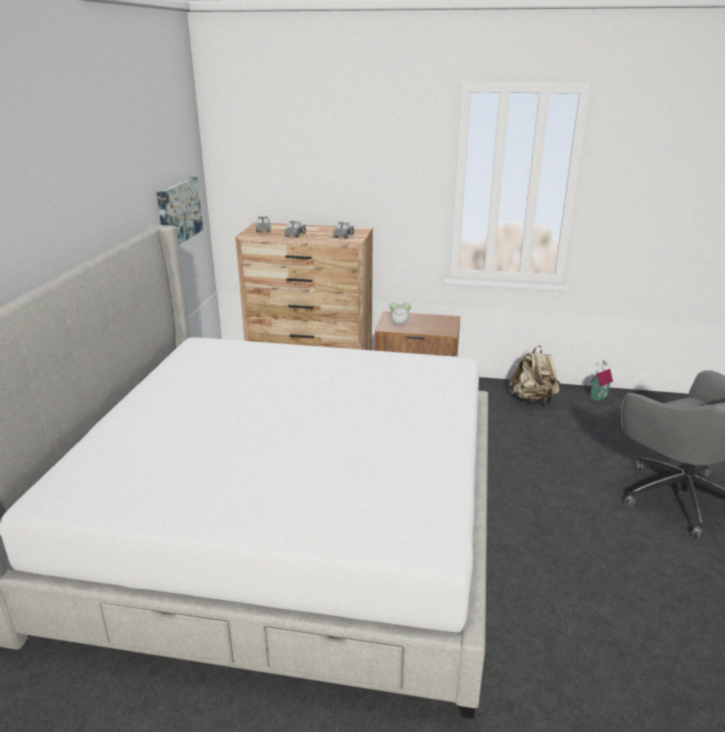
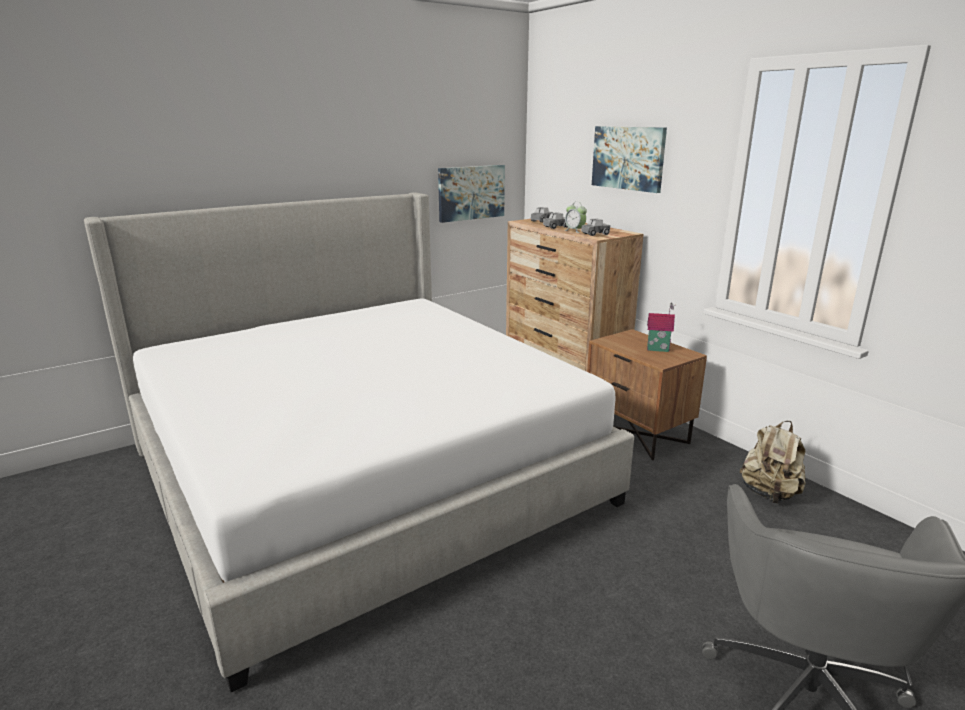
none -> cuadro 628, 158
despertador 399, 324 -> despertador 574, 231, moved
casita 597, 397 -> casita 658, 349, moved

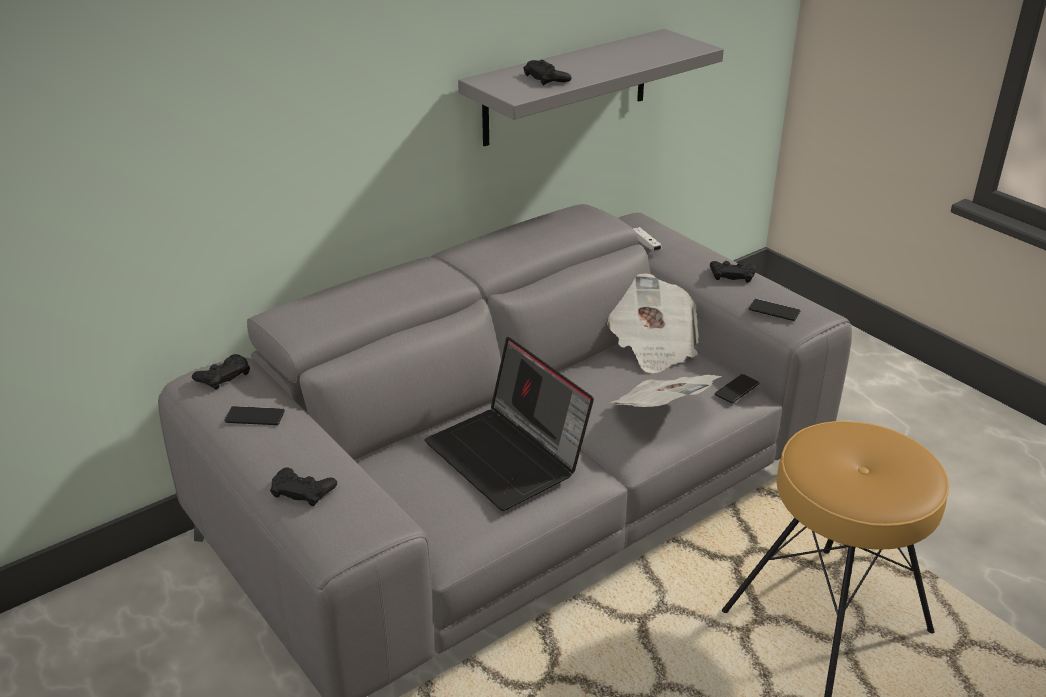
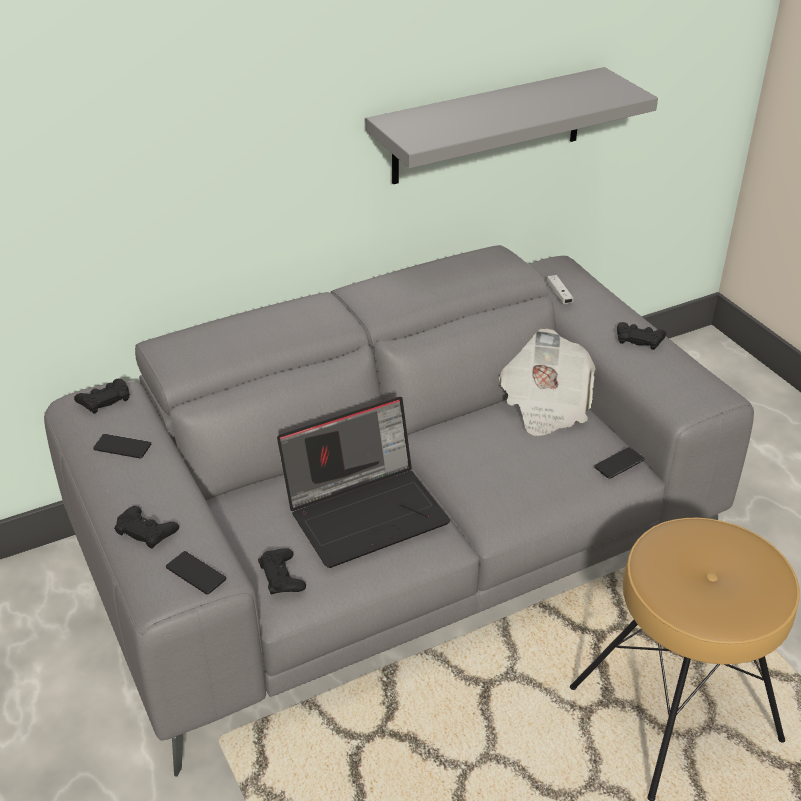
periódico 662, 412 -> none
mando de consola/negro 546, 78 -> mando de consola/negro 282, 576, moved
móvil 774, 310 -> móvil 196, 573, moved
portátil 509, 456 -> portátil 367, 511, 90 degrees counterclockwise

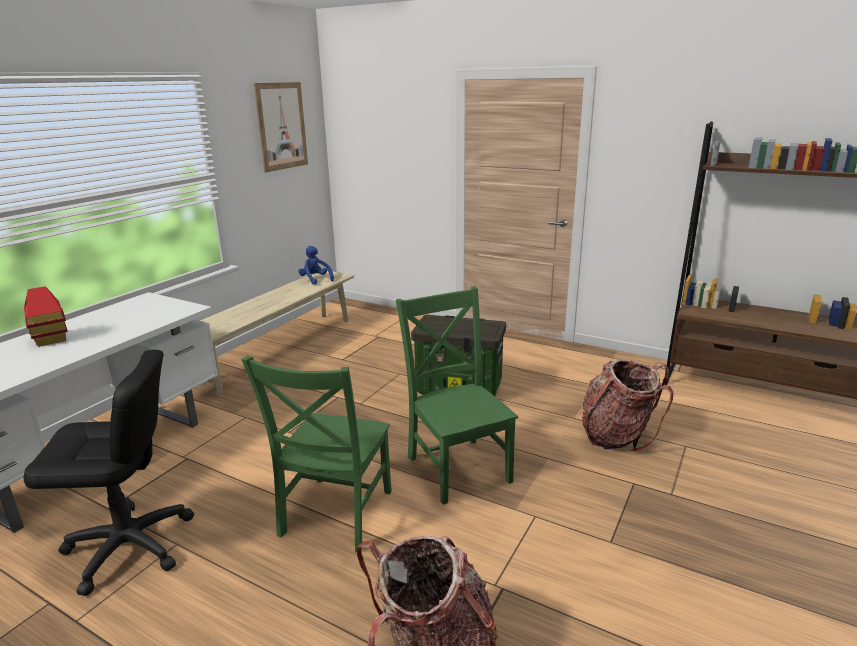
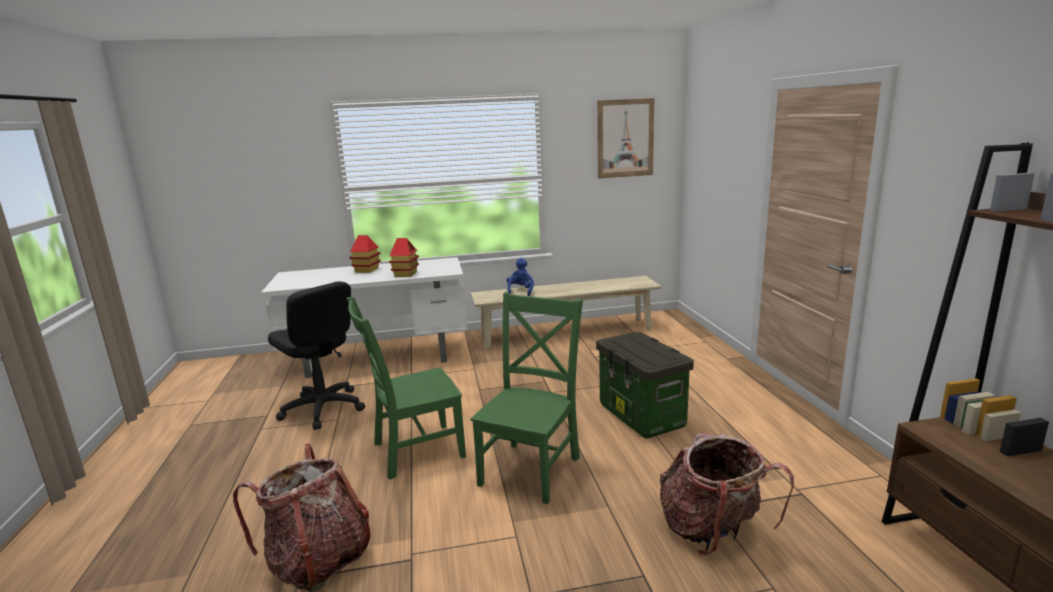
none -> casita 405, 274
peluche/azul 315, 280 -> peluche/azul 520, 291, moved

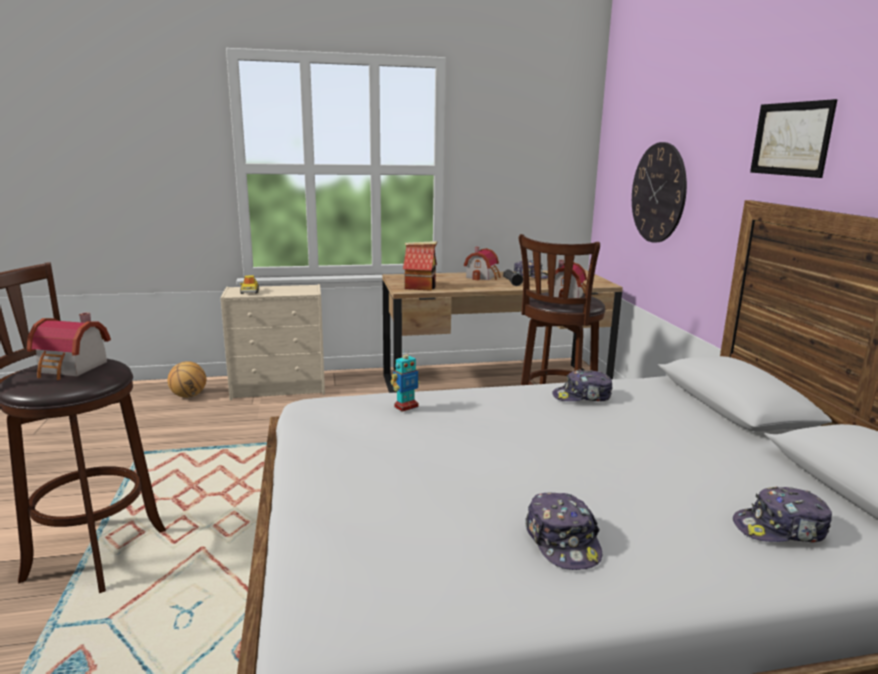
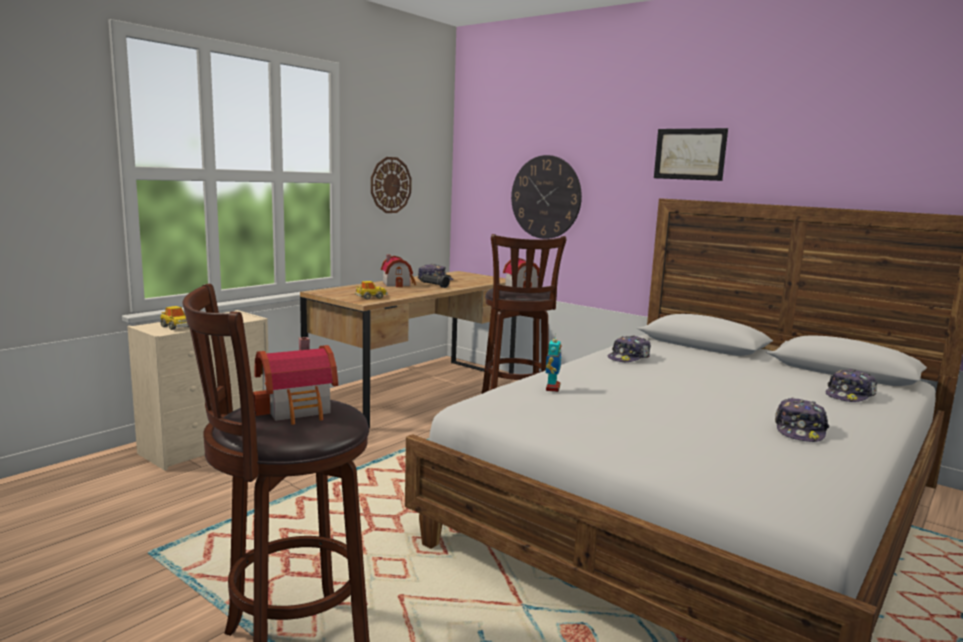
balón de baloncesto 188, 396 -> none
none -> reloj de pared 390, 185
casita 421, 287 -> coche de juguete 371, 297
gorra 562, 541 -> gorra 800, 430, 75 degrees clockwise

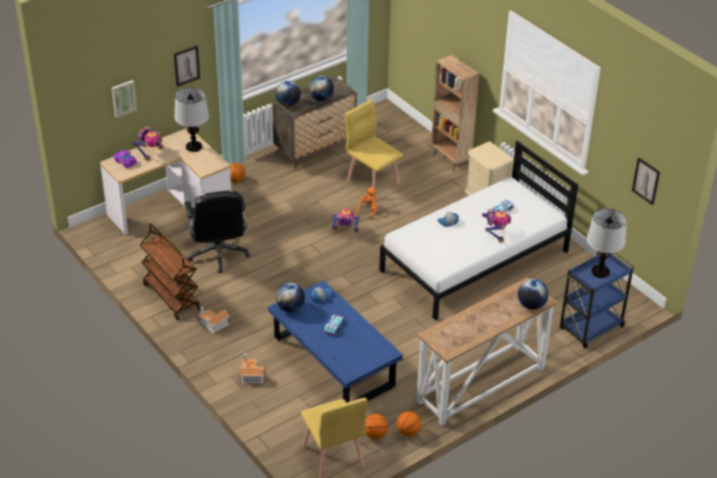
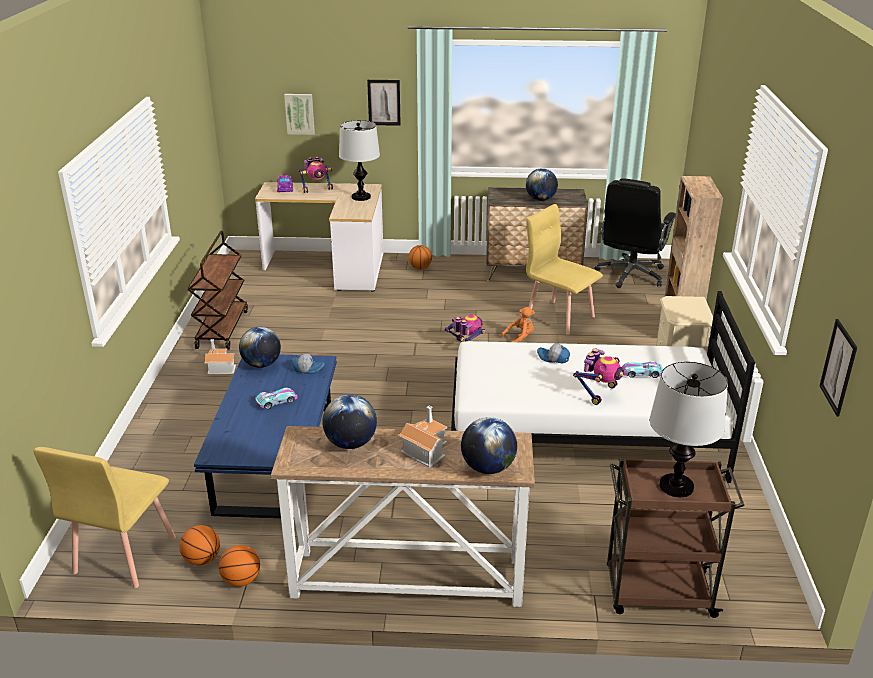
silla de oficina/negro 218, 254 -> silla de oficina/negro 630, 275, moved
casita 251, 375 -> casita 425, 449, moved
globo terráqueo 288, 104 -> globo terráqueo 350, 443, moved
carrito/azul 590, 328 -> carrito/marrón 657, 592
silla/amarillo 372, 181 -> silla/amarillo 559, 317, 45 degrees counterclockwise

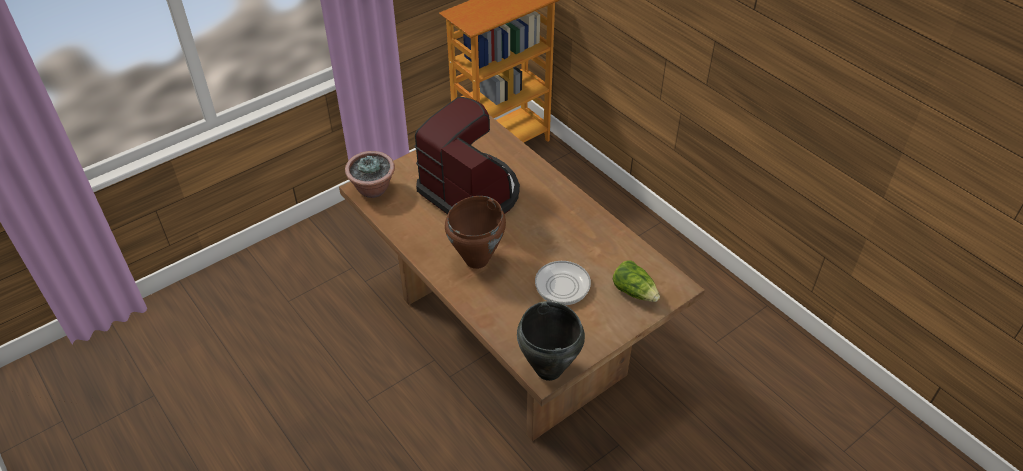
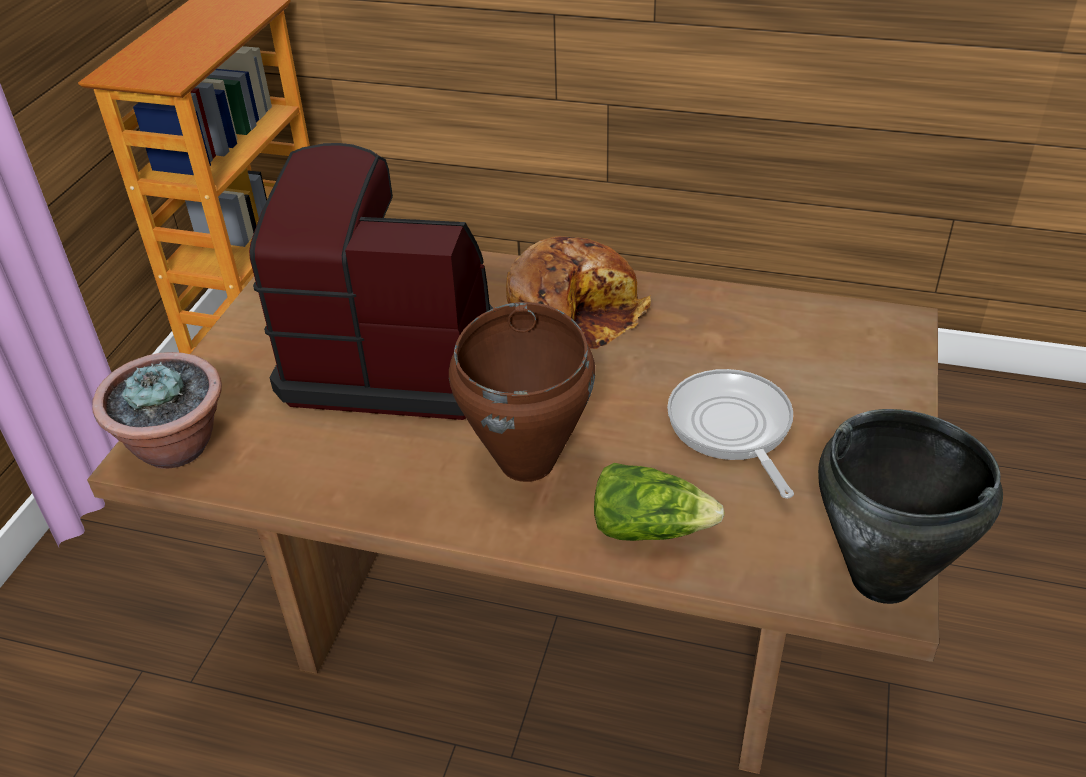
none -> pan 575, 311
lechuga 634, 291 -> lechuga 649, 528, moved

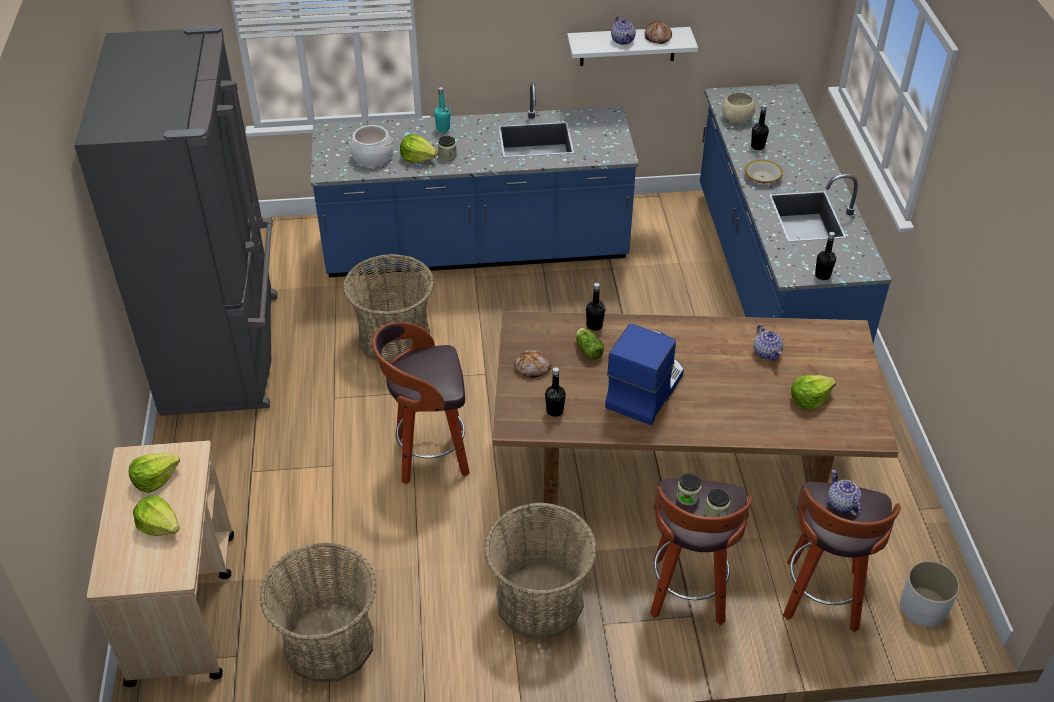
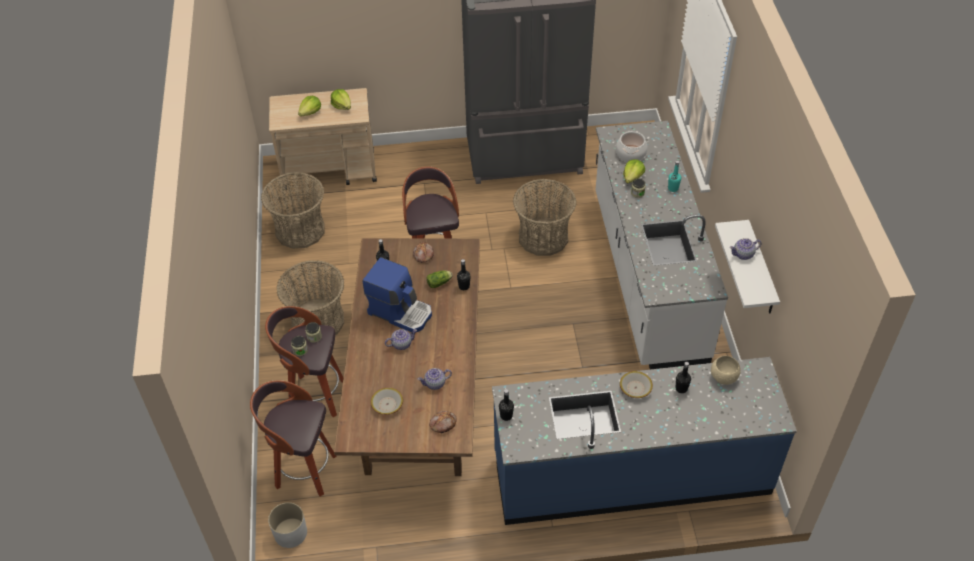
pan 657, 37 -> pan 442, 423, moved
tetera 842, 504 -> tetera 401, 344, moved
lechuga 809, 399 -> cuenco 387, 404
mueble bajo de cocina/azul 476, 249 -> mueble bajo de cocina/blanco 647, 276

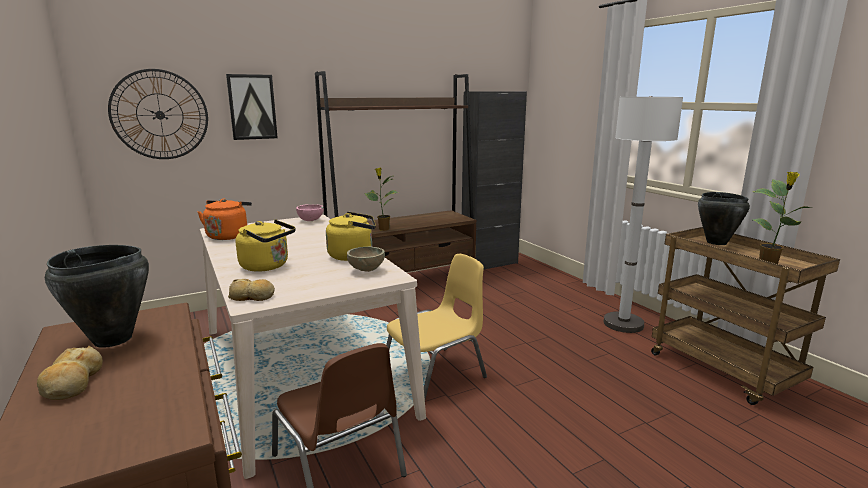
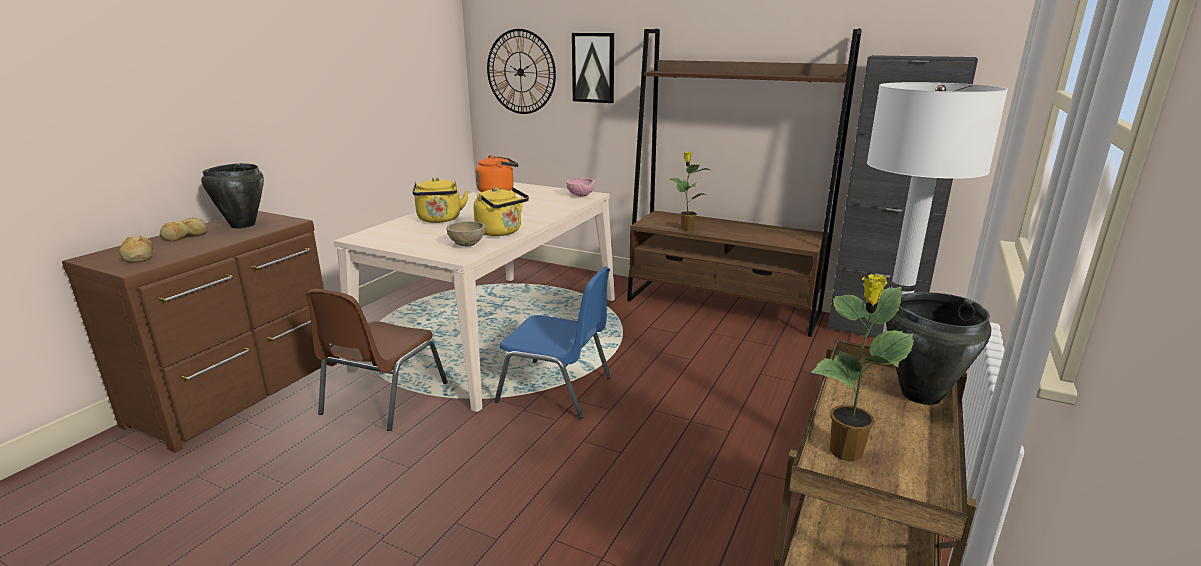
pan 252, 297 -> pan 138, 257, moved
silla/amarillo 435, 373 -> silla/azul 557, 390

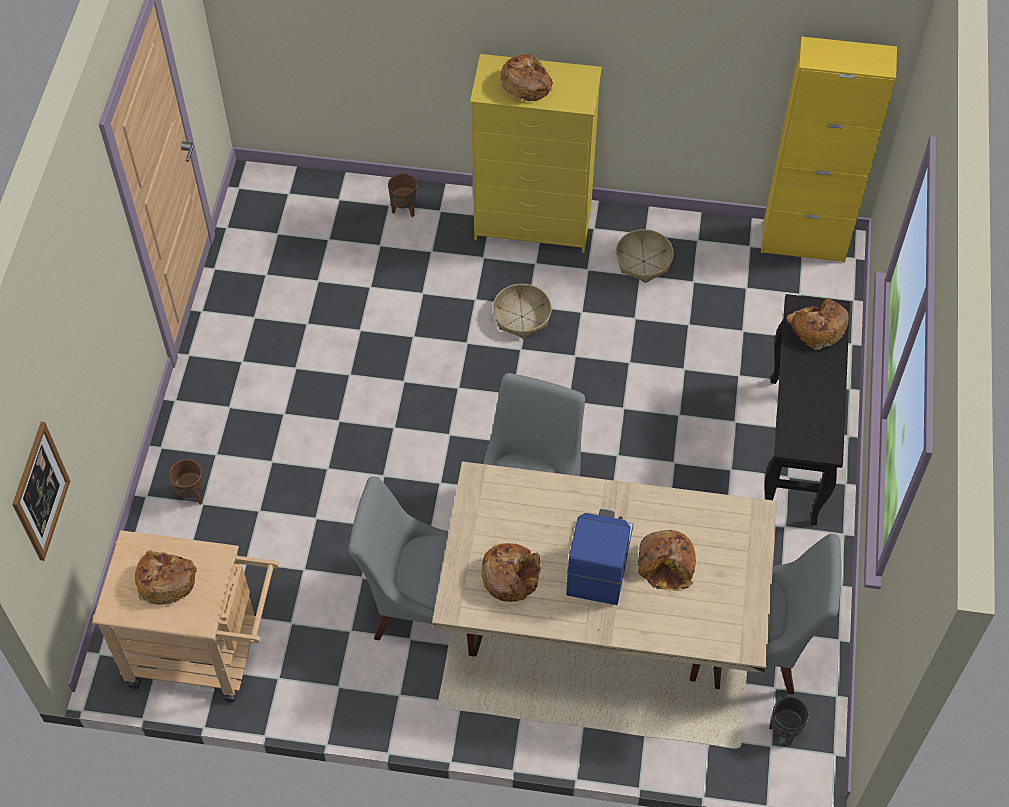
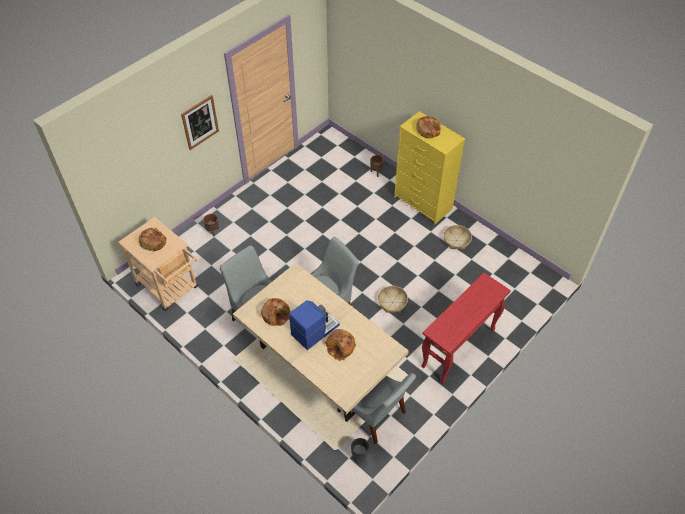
armario/amarillo 803, 243 -> none
pan 817, 327 -> none
cuadro 40, 491 -> cuadro 200, 122, moved
cesta 521, 317 -> cesta 392, 302, moved
mesa consola/negro 793, 451 -> mesa consola/rojo 458, 349

